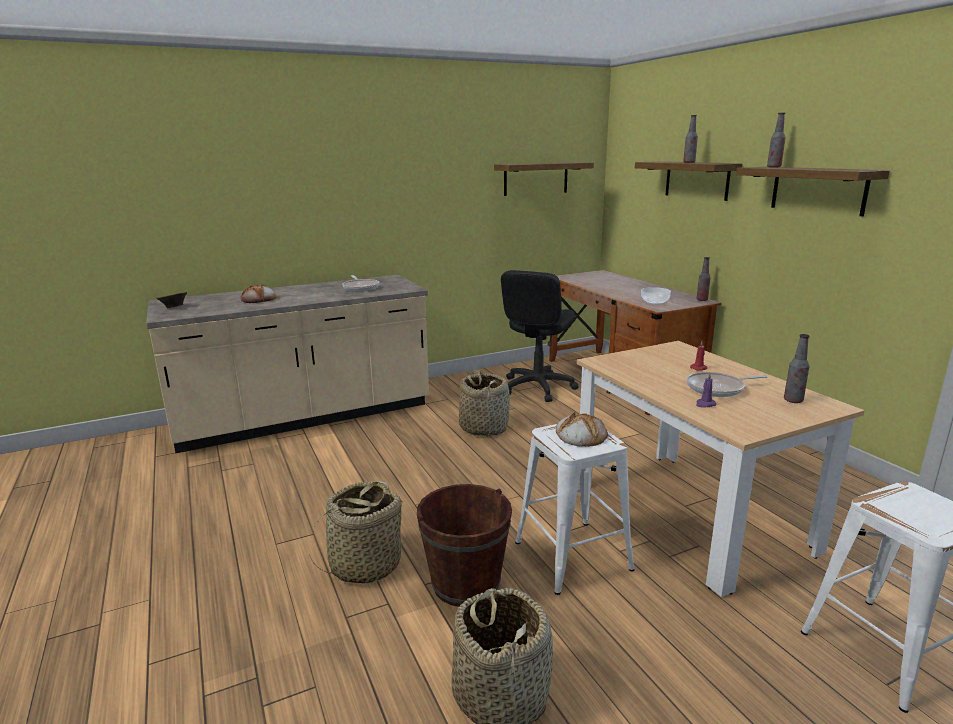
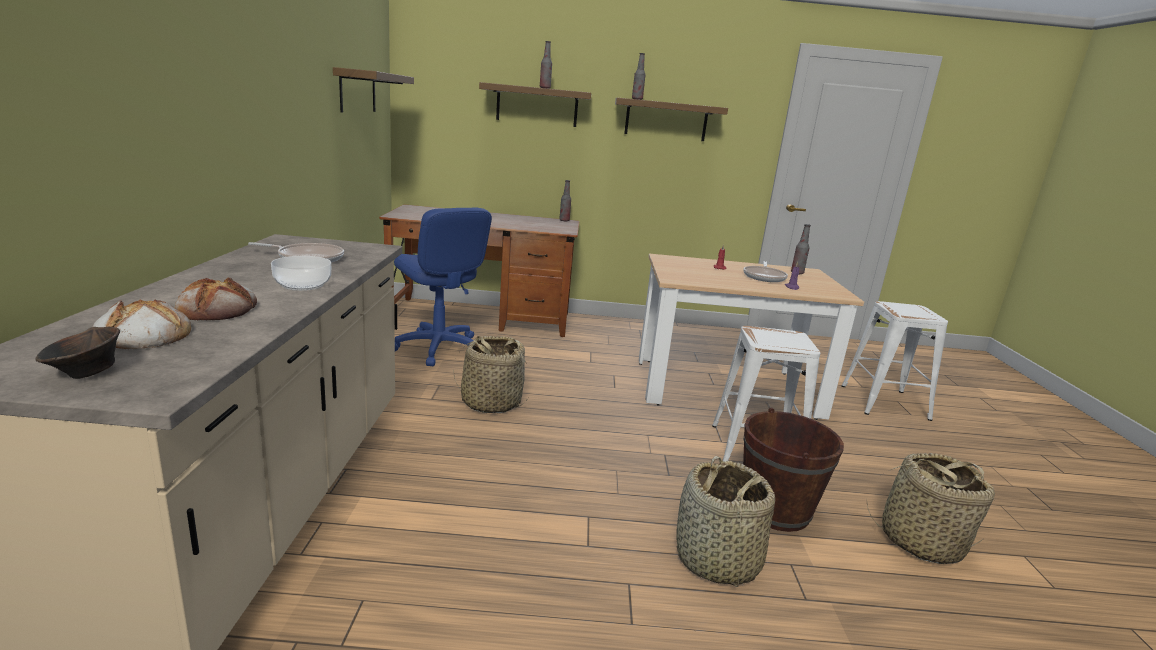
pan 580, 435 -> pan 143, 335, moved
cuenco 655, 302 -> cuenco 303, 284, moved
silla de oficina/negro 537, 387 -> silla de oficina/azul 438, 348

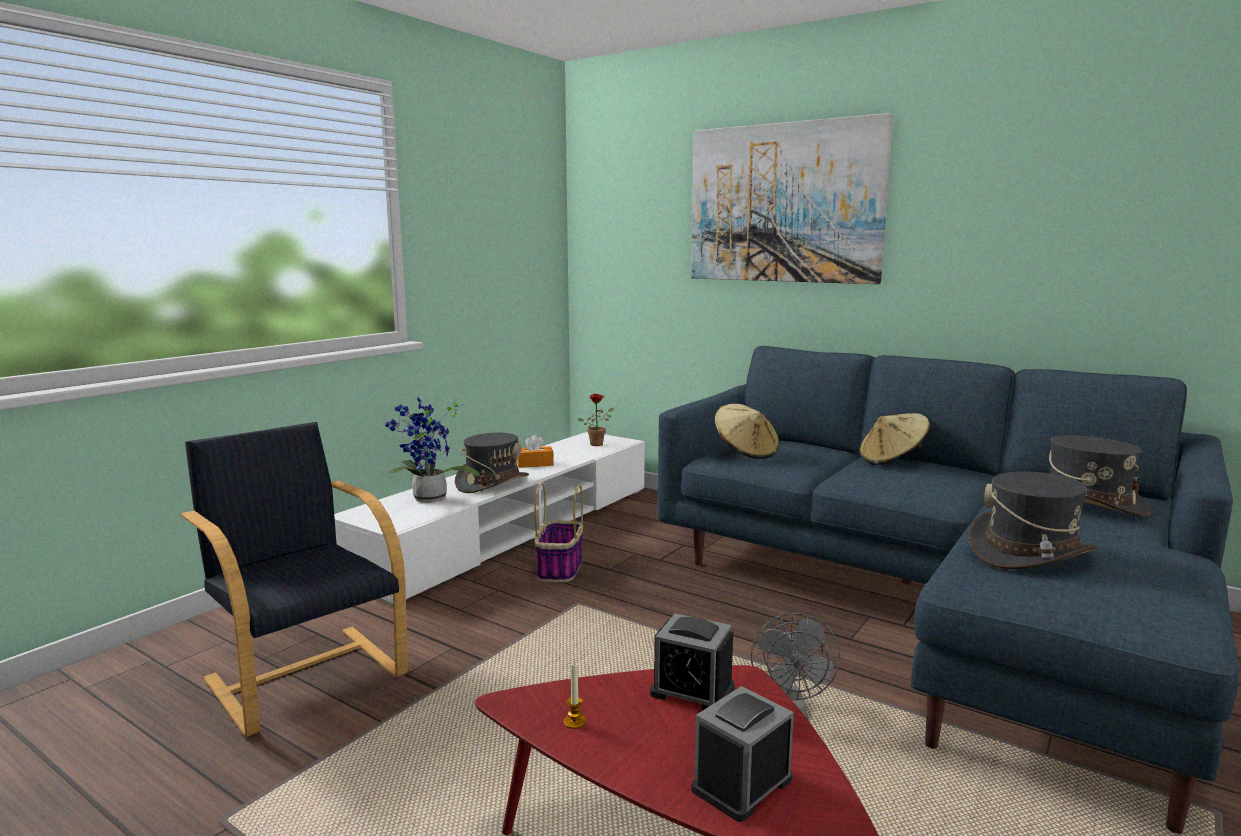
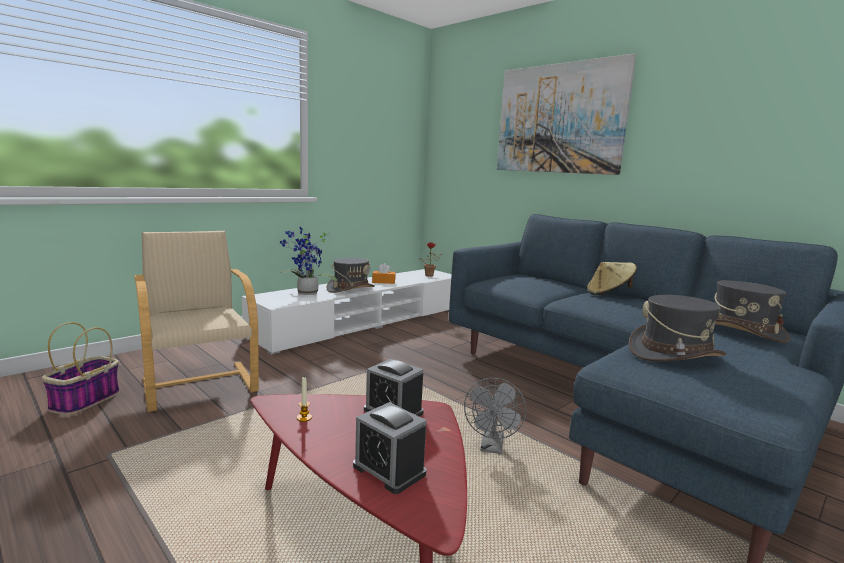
sombrero/beis 746, 452 -> none
cesta 560, 569 -> cesta 85, 401, moved
sillón/negro 306, 675 -> sillón/beis 200, 384
despertador 742, 784 -> despertador 389, 470, 105 degrees counterclockwise

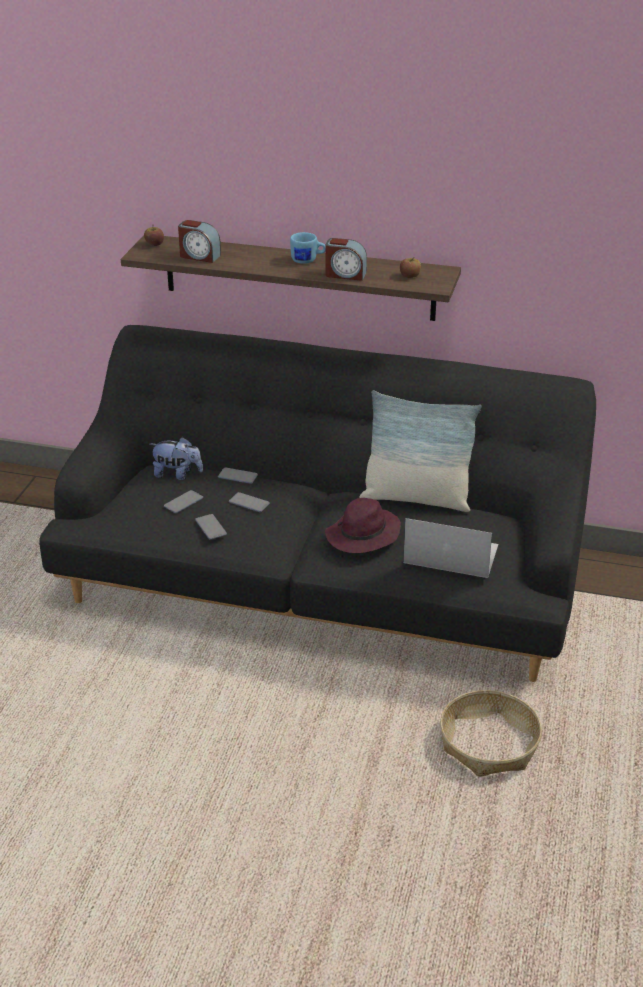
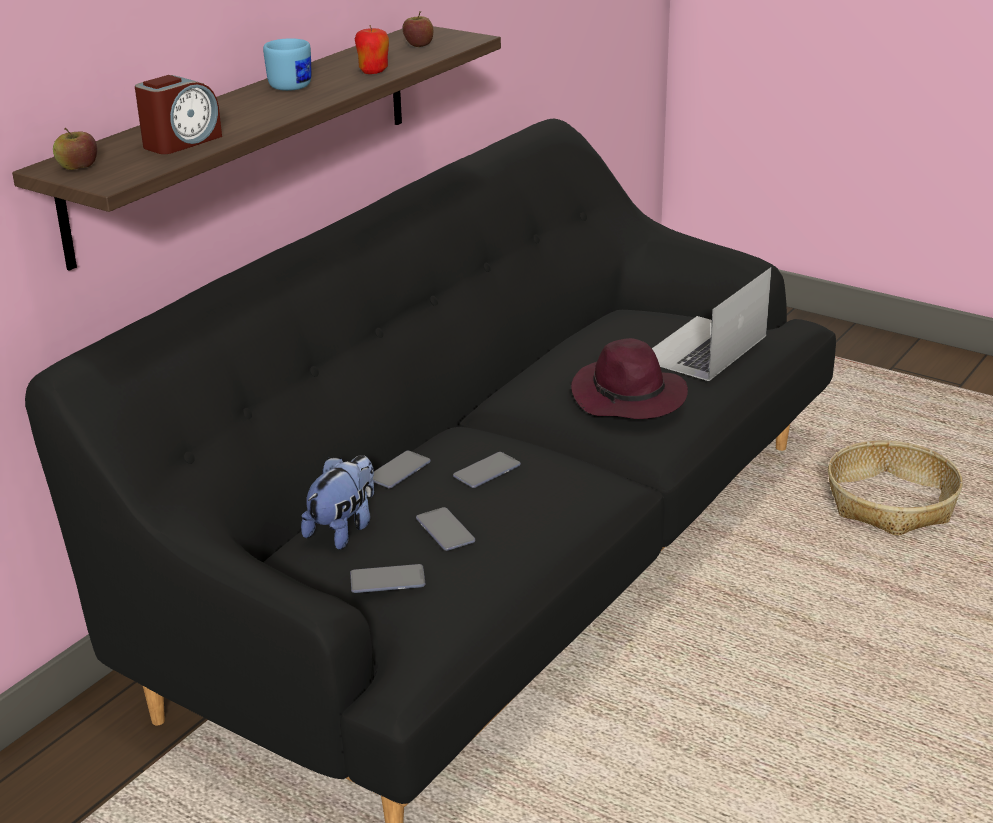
cojín 416, 498 -> none
móvil 211, 527 -> móvil 387, 580, moved
despertador 345, 274 -> manzana 373, 72

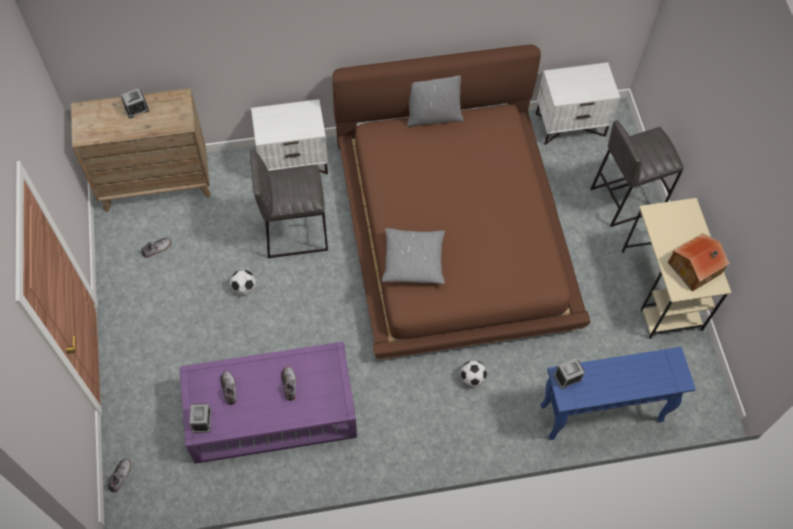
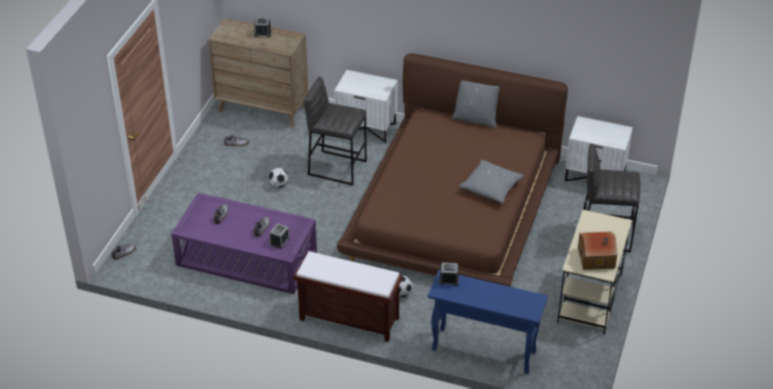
none -> banco/marrón 348, 319
despertador 202, 421 -> despertador 279, 241, moved
cojín/gris 413, 260 -> cojín/gris 491, 187, moved

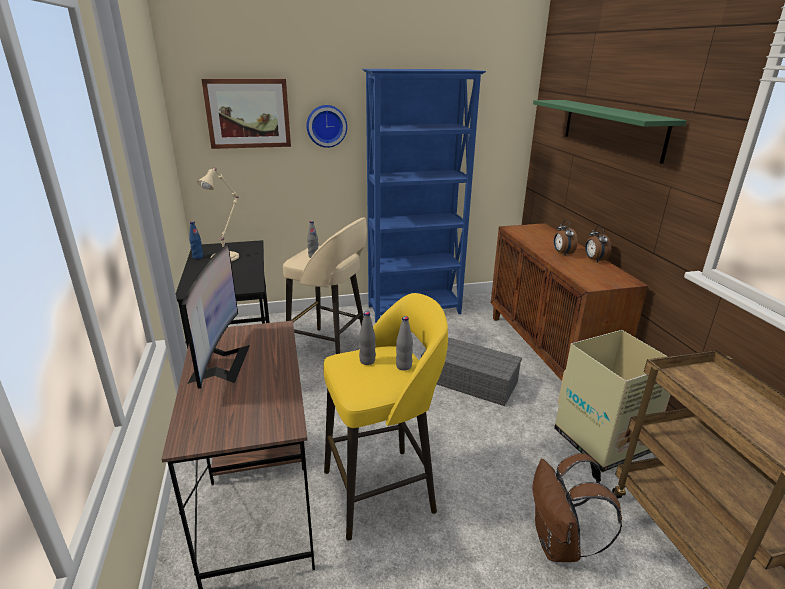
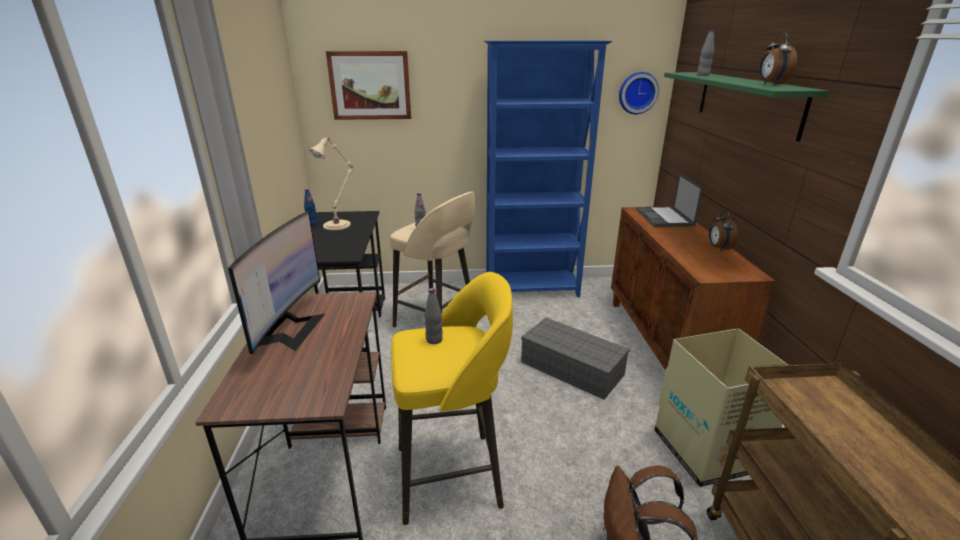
none -> portátil 665, 217
reloj de pared 326, 126 -> reloj de pared 637, 93, moved
botella/gris 404, 366 -> botella/gris 703, 75, moved
despertador 562, 253 -> despertador 771, 84, moved

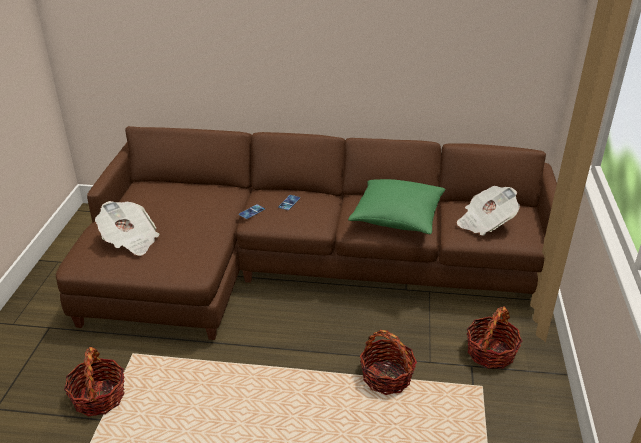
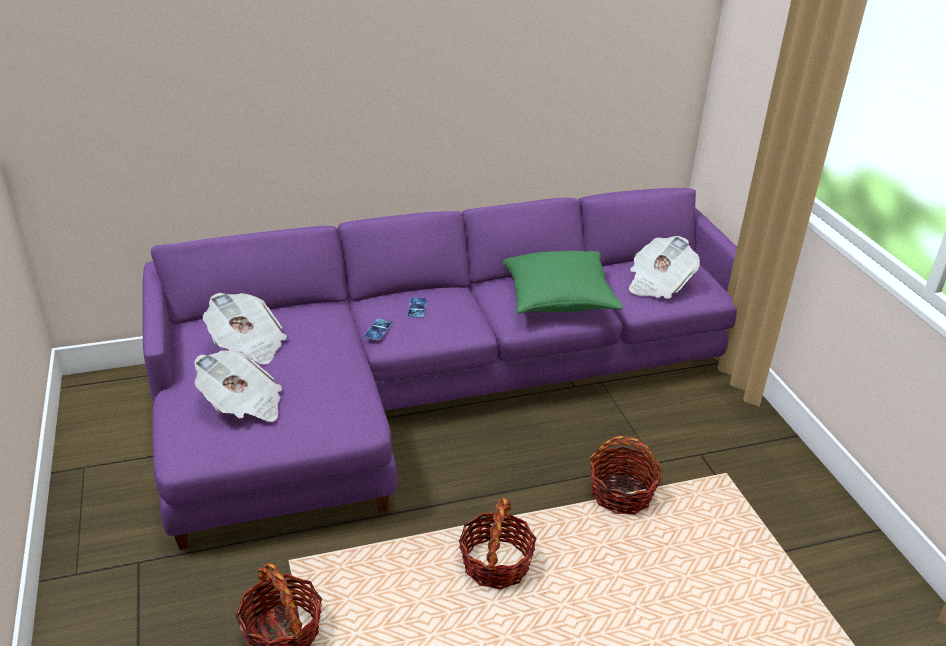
none -> periódico 248, 345
cesta 490, 353 -> cesta 496, 564, moved
sofá/marrón 297, 265 -> sofá/morado 428, 389

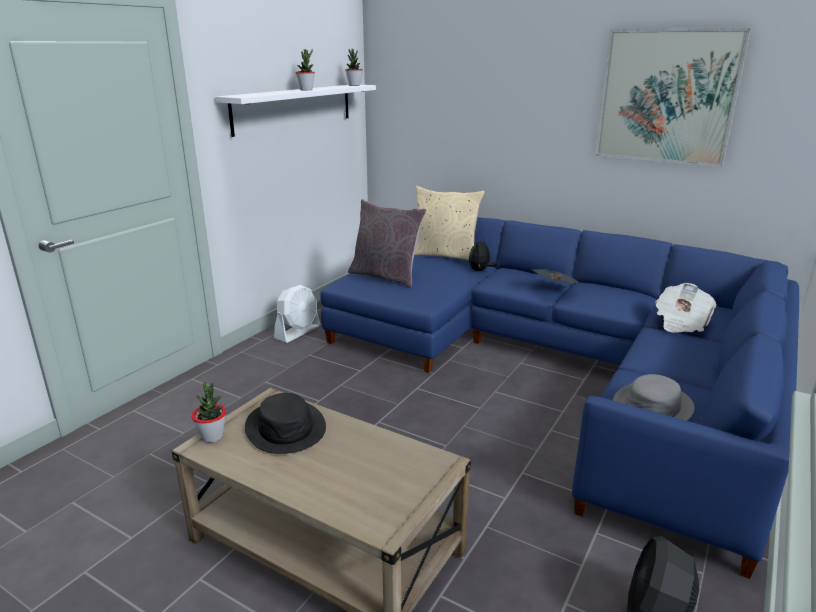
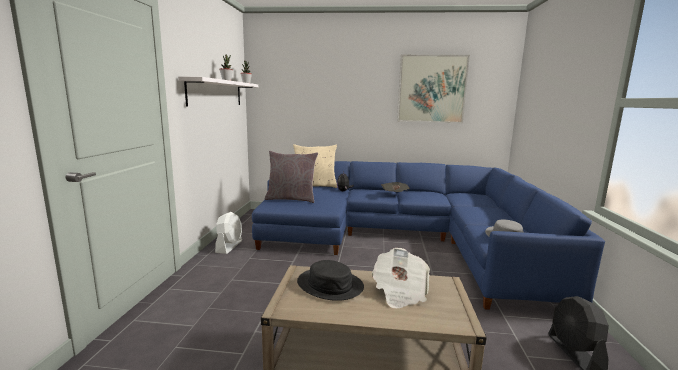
planta en maceta 212, 437 -> none
periódico 681, 323 -> periódico 399, 292, moved

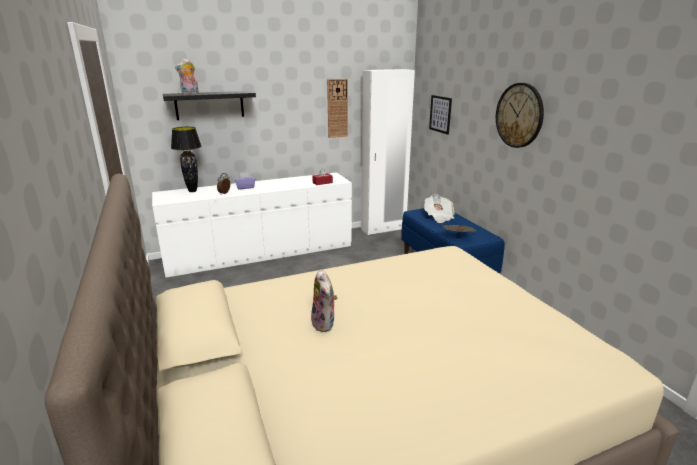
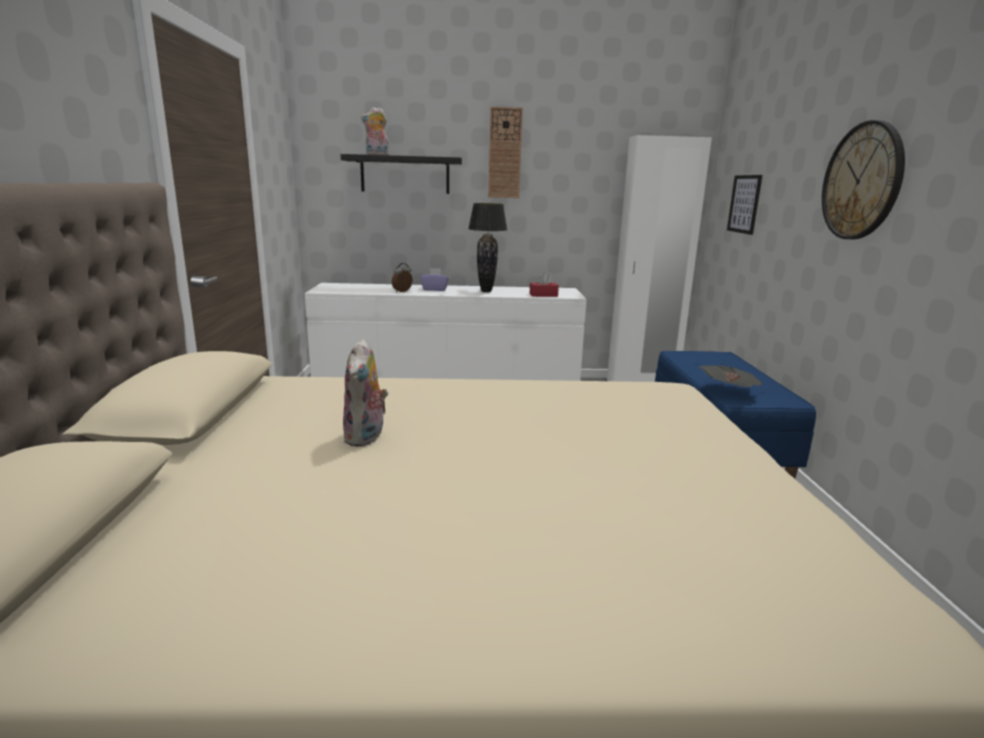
periódico 438, 217 -> none
lámpara de mesa/negro 192, 191 -> lámpara de mesa/negro 486, 291, moved
reloj de pared 337, 108 -> reloj de pared 505, 153, moved

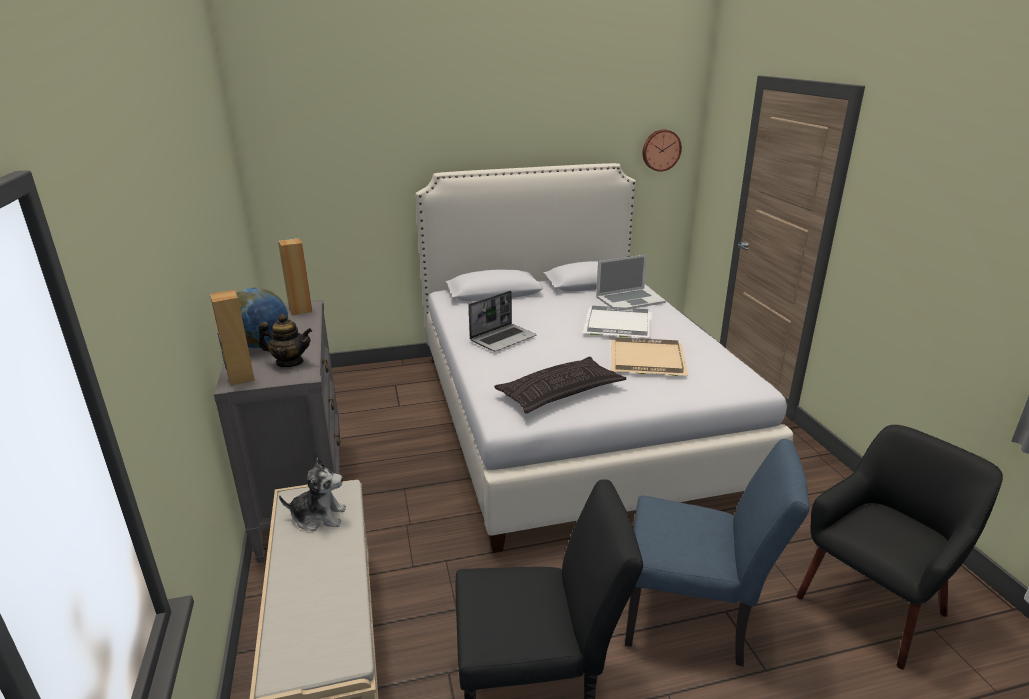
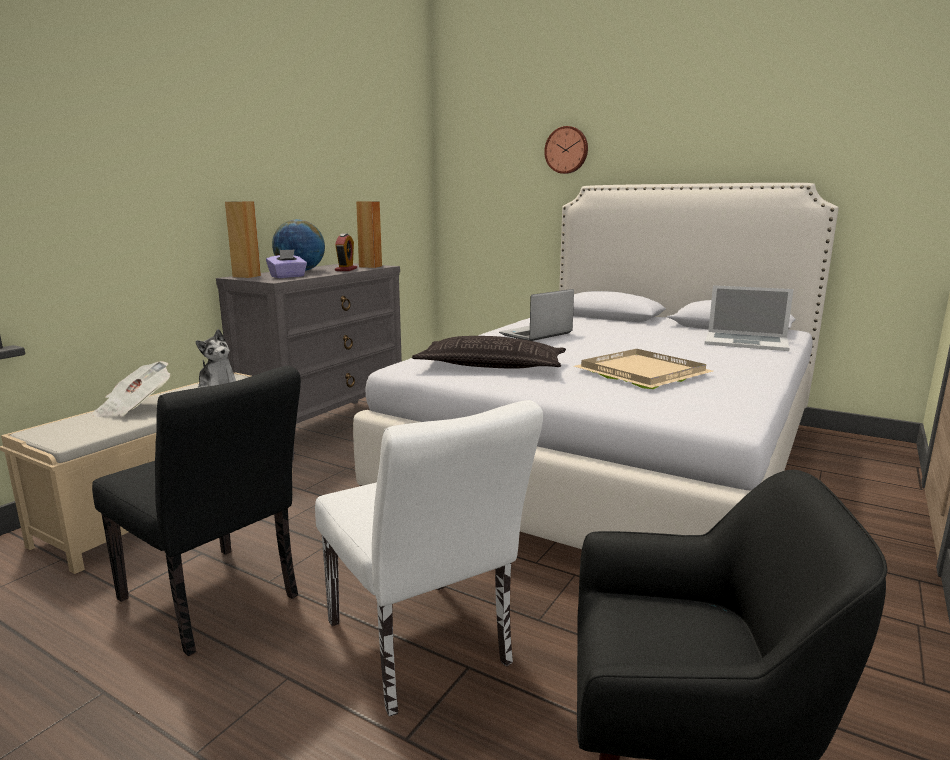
bandeja/blanco 619, 324 -> none
none -> periódico 134, 408
none -> despertador 346, 269
reloj de pared 660, 150 -> reloj de pared 567, 150, moved
tetera 290, 362 -> caja de pañuelos/morado 288, 276
silla/azul 695, 620 -> silla/blanco 424, 651
portátil 503, 338 -> portátil 536, 334, 135 degrees clockwise

